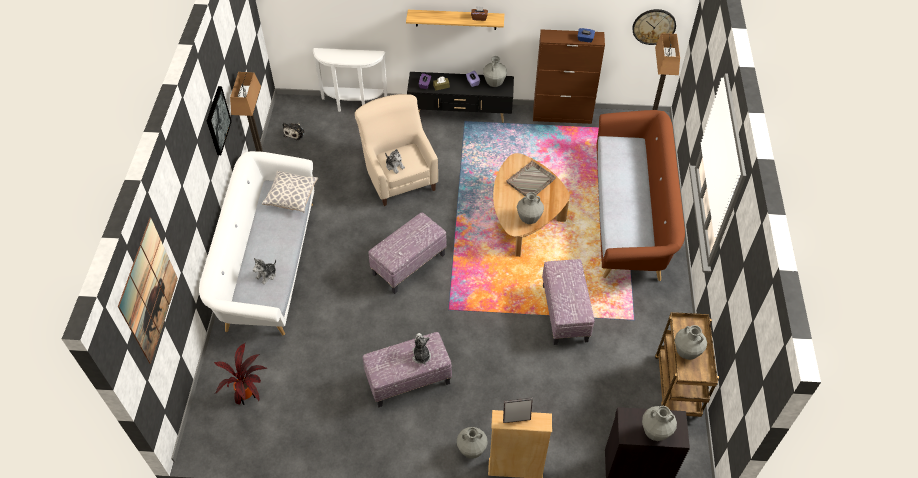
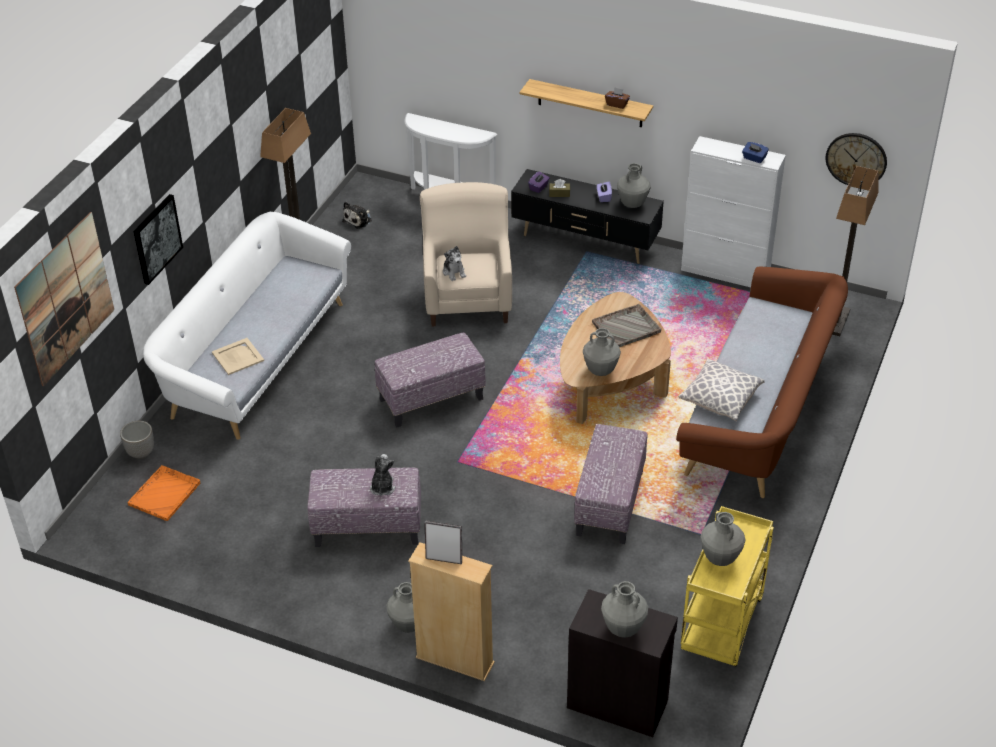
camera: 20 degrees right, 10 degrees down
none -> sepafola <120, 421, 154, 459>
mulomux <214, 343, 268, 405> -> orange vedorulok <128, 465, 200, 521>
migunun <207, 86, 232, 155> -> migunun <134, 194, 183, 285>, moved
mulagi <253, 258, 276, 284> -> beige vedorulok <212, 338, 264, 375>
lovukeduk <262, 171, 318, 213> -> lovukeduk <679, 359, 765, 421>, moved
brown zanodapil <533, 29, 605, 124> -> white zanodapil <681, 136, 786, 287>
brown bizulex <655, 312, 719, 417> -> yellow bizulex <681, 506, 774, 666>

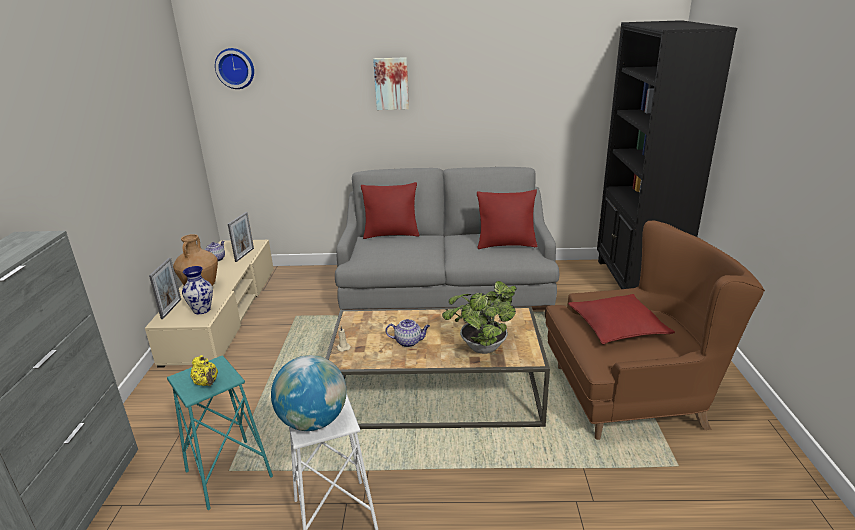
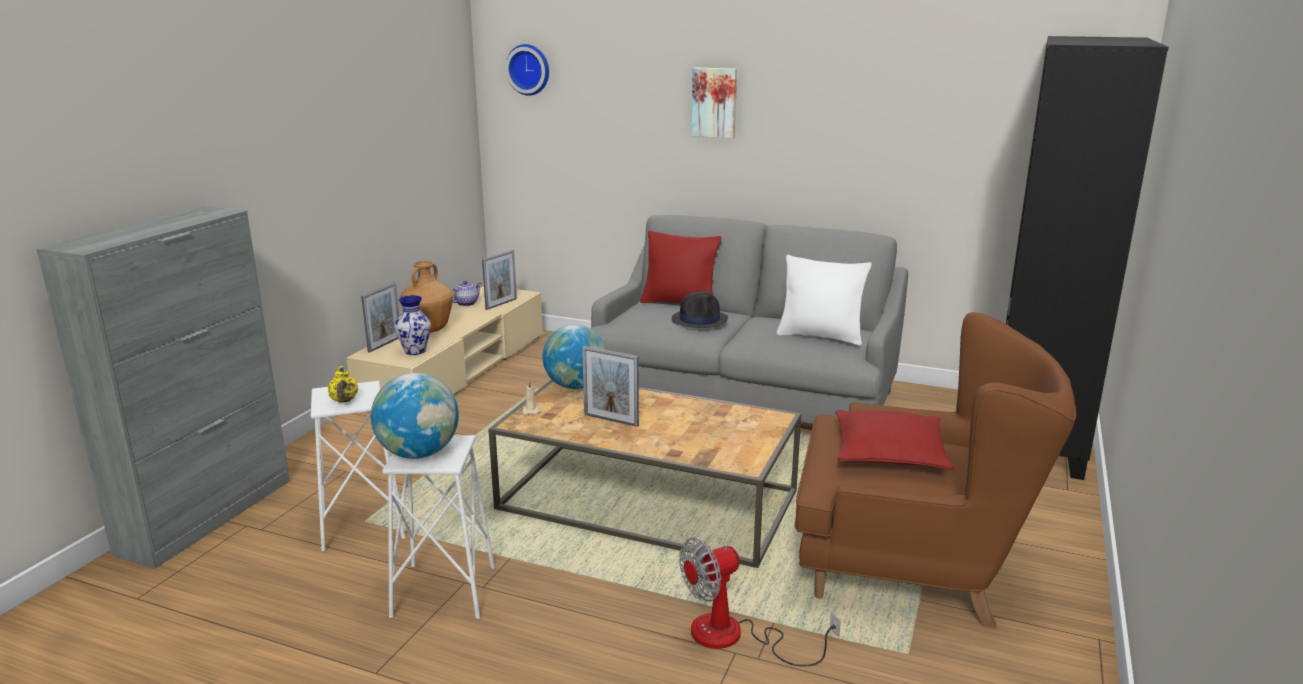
camera: 20 degrees right, 5 degrees down
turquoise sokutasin <167, 355, 273, 510> -> white sokutasin <311, 381, 405, 551>
none -> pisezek <543, 325, 606, 389>
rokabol <385, 319, 430, 347> -> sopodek <582, 346, 639, 427>
none -> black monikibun <672, 291, 728, 328>
none -> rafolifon <679, 537, 841, 667>
red lovukeduk <477, 190, 538, 249> -> white lovukeduk <776, 255, 872, 346>
mulomux <442, 281, 517, 354> -> none

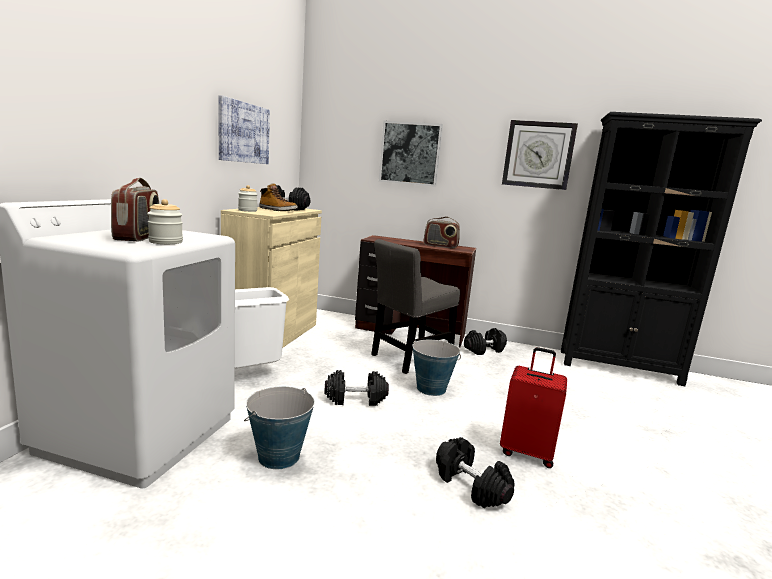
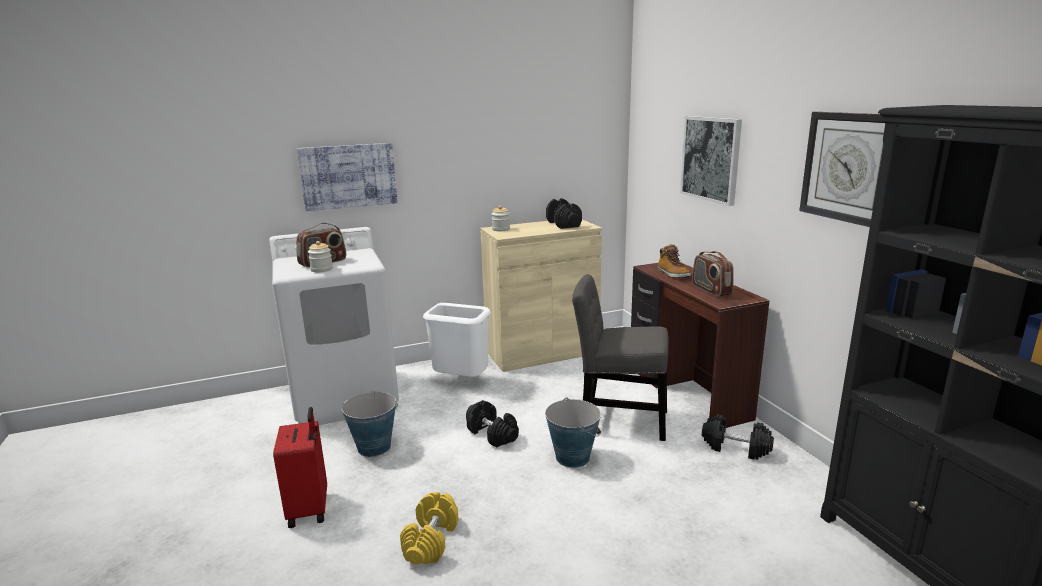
camera: 55 degrees right, 5 degrees up
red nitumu <500, 347, 567, 468> -> red nitumu <273, 407, 327, 528>, moved
migunun <218, 95, 270, 164> -> migunun <297, 143, 398, 211>, moved
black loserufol <436, 437, 515, 508> -> yellow loserufol <400, 492, 458, 564>
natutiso <259, 183, 298, 211> -> natutiso <658, 244, 691, 278>, moved

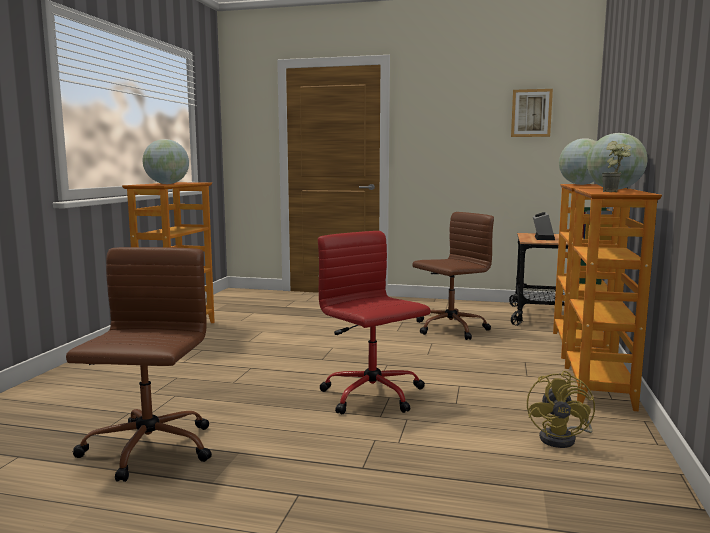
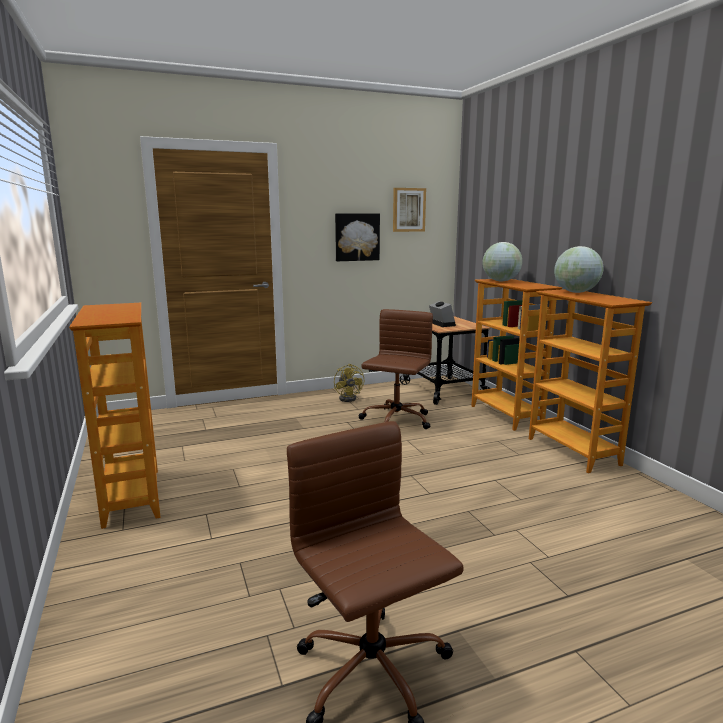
camera: 35 degrees left, 5 degrees up
yellow rafolifon <527, 371, 595, 448> -> yellow rafolifon <334, 364, 364, 402>, moved
none -> migunun <335, 213, 380, 261>
pisezek <143, 139, 189, 184> -> none
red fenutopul <318, 231, 431, 414> -> none
mulomux <602, 141, 631, 192> -> none

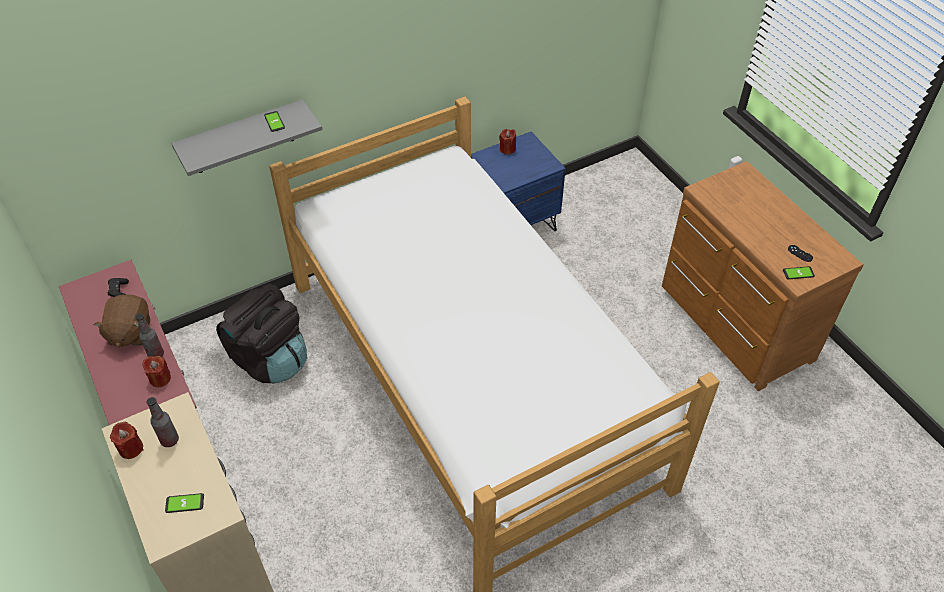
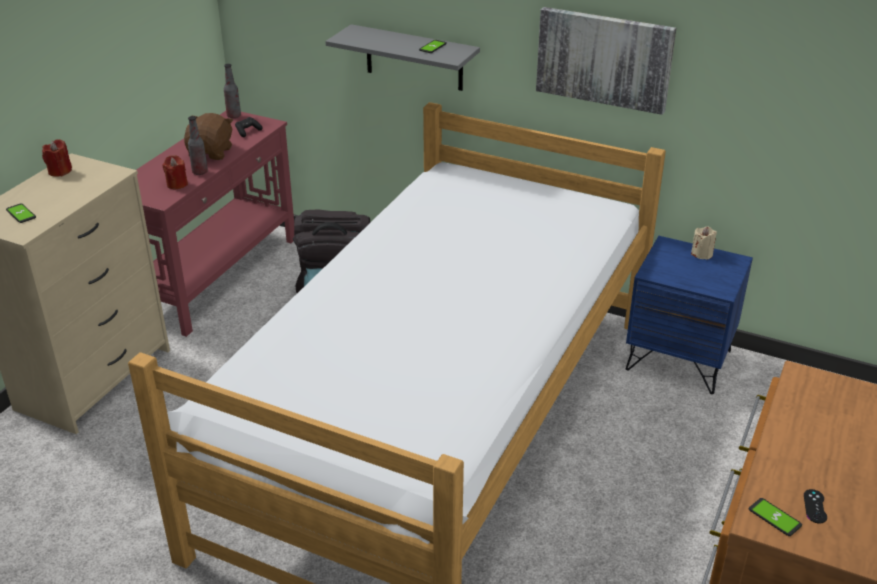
camera: 55 degrees right, 15 degrees down
brown mulagi <94, 294, 150, 348> -> brown mulagi <184, 113, 233, 160>, 135 degrees clockwise
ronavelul <147, 397, 179, 447> -> ronavelul <224, 64, 241, 118>, moved
none -> migunun <536, 7, 676, 115>
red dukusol <499, 129, 516, 155> -> beige dukusol <691, 226, 717, 260>

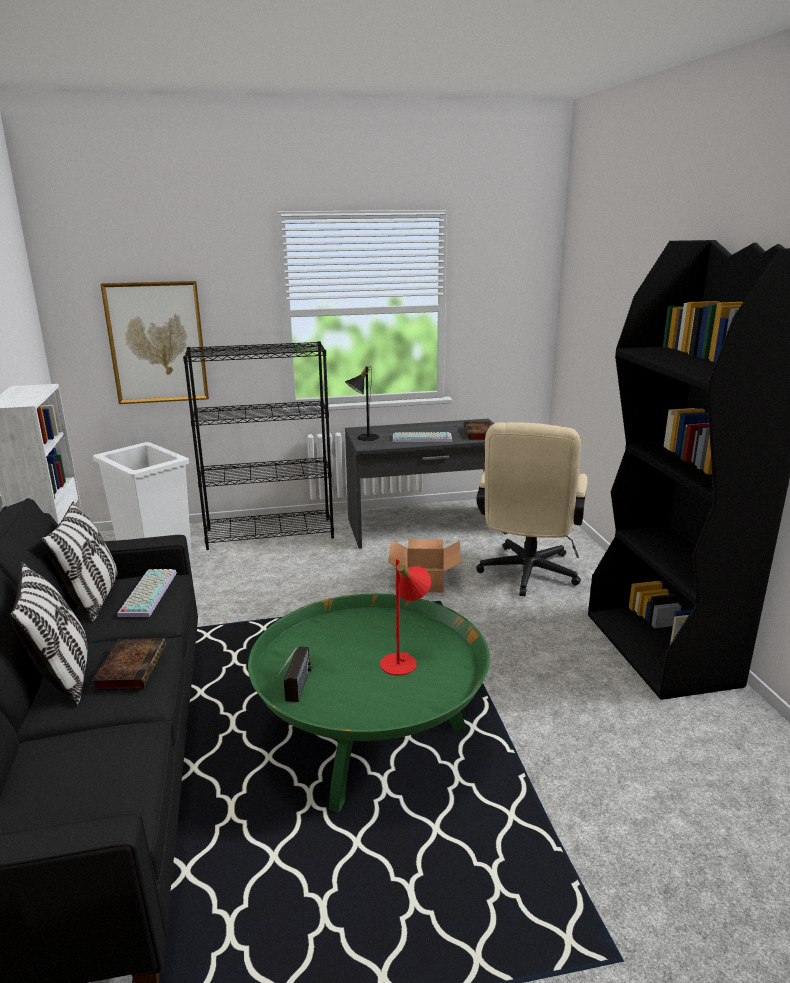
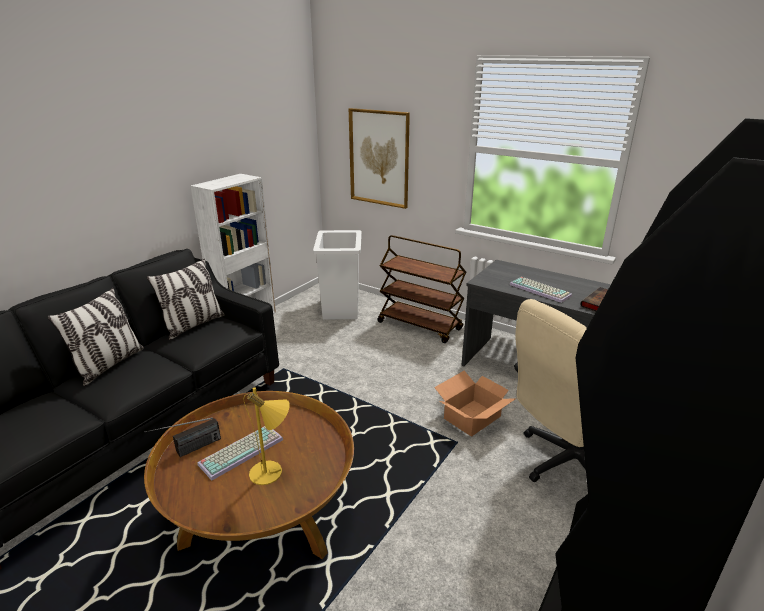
camera: 45 degrees right, 5 degrees up
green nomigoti <248, 594, 490, 813> -> brown nomigoti <144, 391, 354, 559>
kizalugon <117, 569, 177, 617> -> kizalugon <198, 426, 283, 480>, moved
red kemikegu <380, 559, 431, 676> -> yellow kemikegu <244, 387, 290, 485>
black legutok <183, 341, 334, 550> -> brown bizulex <377, 235, 466, 343>
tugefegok <92, 638, 166, 690> -> none
black kemikegu <345, 366, 379, 441> -> none

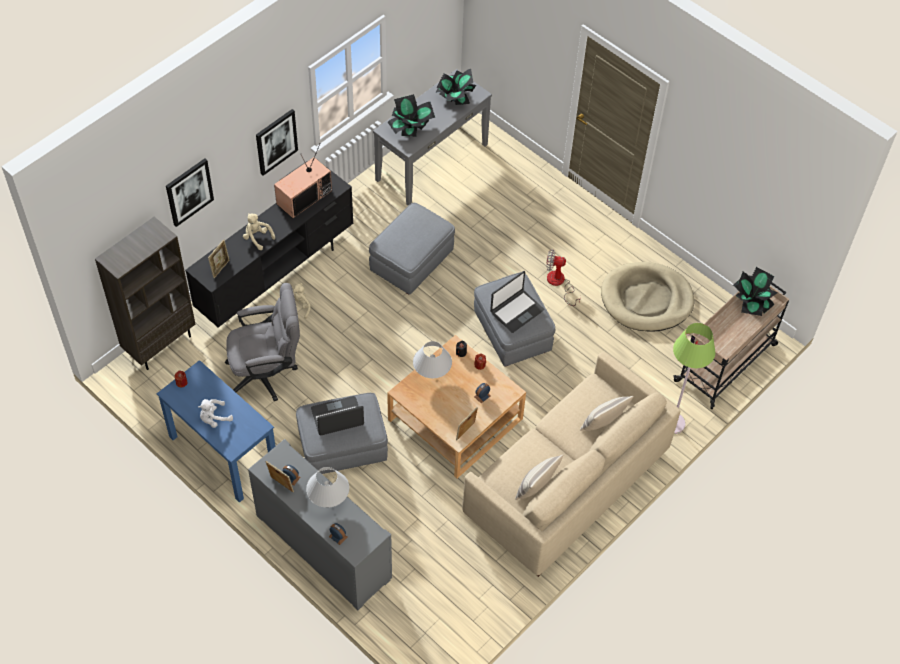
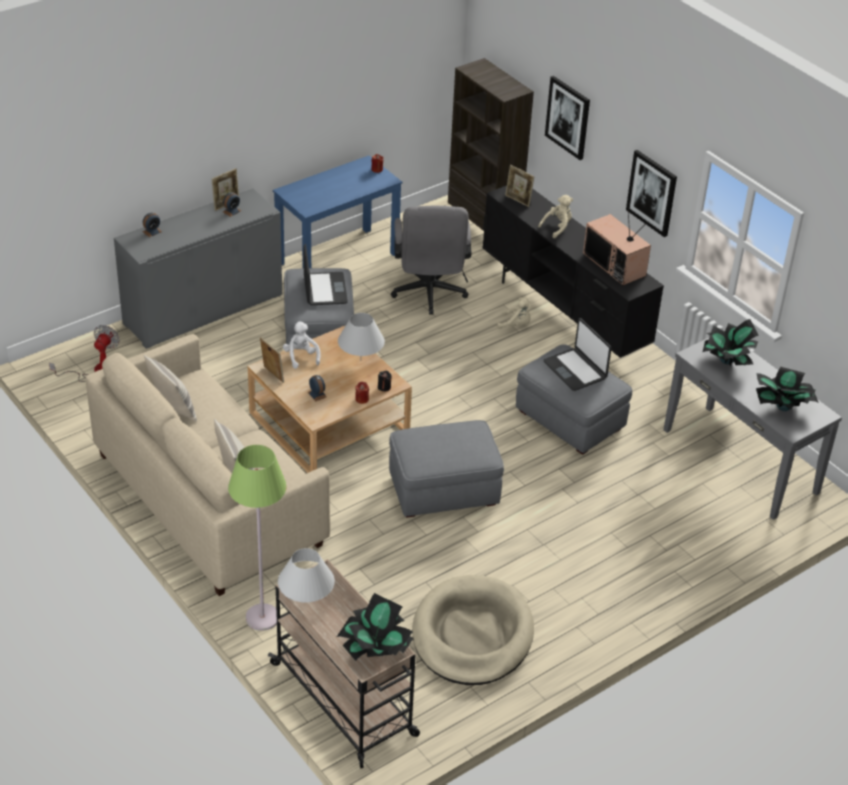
camera: 100 degrees right, 15 degrees down
rafolifon <546, 249, 581, 306> -> rafolifon <49, 325, 120, 382>, moved
white kemikegu <306, 467, 349, 508> -> white kemikegu <278, 548, 335, 603>, moved
white mulagi <198, 399, 233, 428> -> white mulagi <283, 321, 320, 369>, moved
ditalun <490, 271, 544, 333> -> ditalun <544, 318, 612, 391>, moved

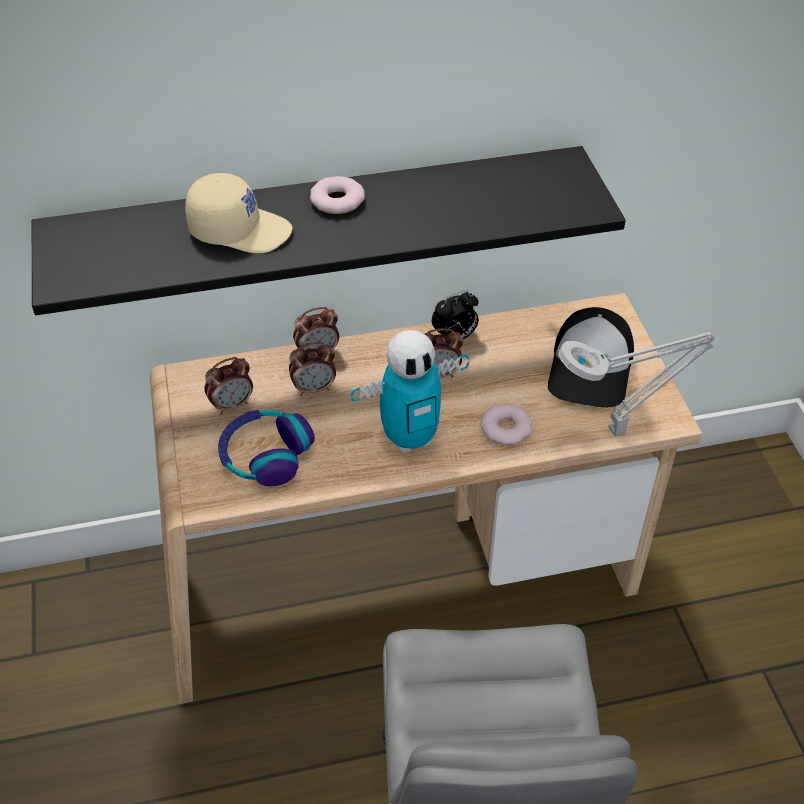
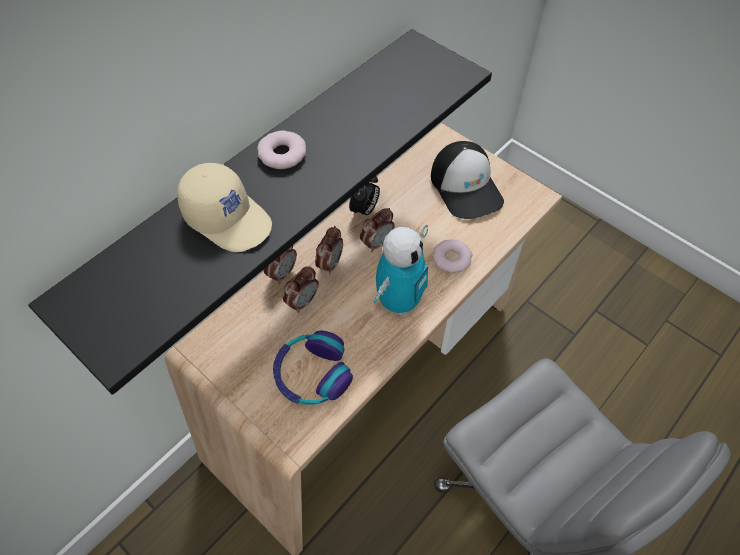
camera: 35 degrees left, 10 degrees up
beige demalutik <185, 173, 292, 253> -> beige demalutik <177, 163, 272, 252>, 60 degrees clockwise
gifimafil <204, 357, 253, 415> -> gifimafil <315, 226, 343, 275>, moved
grey kemikegu <558, 331, 715, 437> -> none

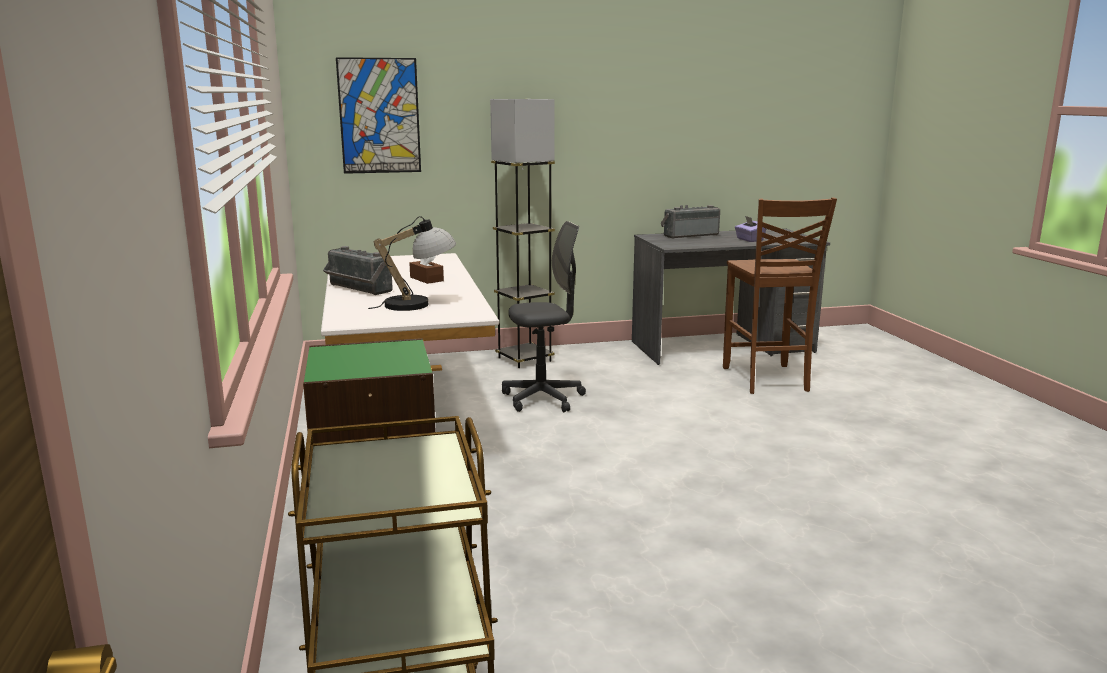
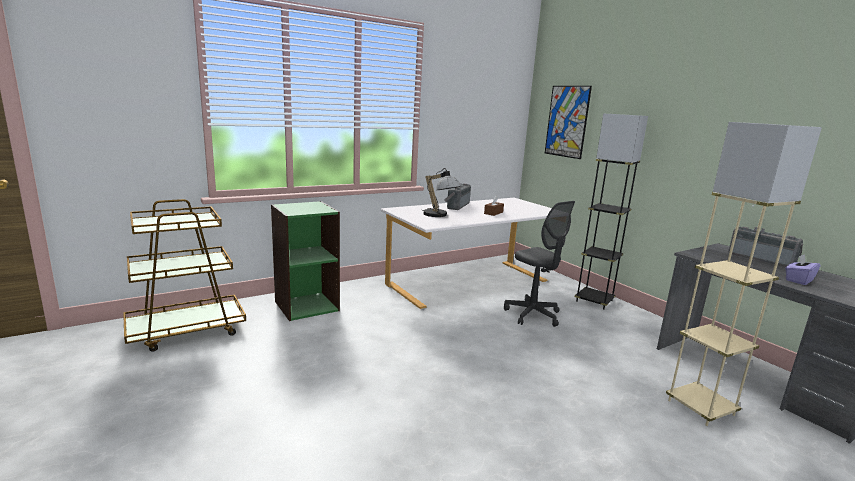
camera: 70 degrees right, 0 degrees up
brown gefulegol <723, 197, 837, 394> -> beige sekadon <666, 122, 822, 426>

